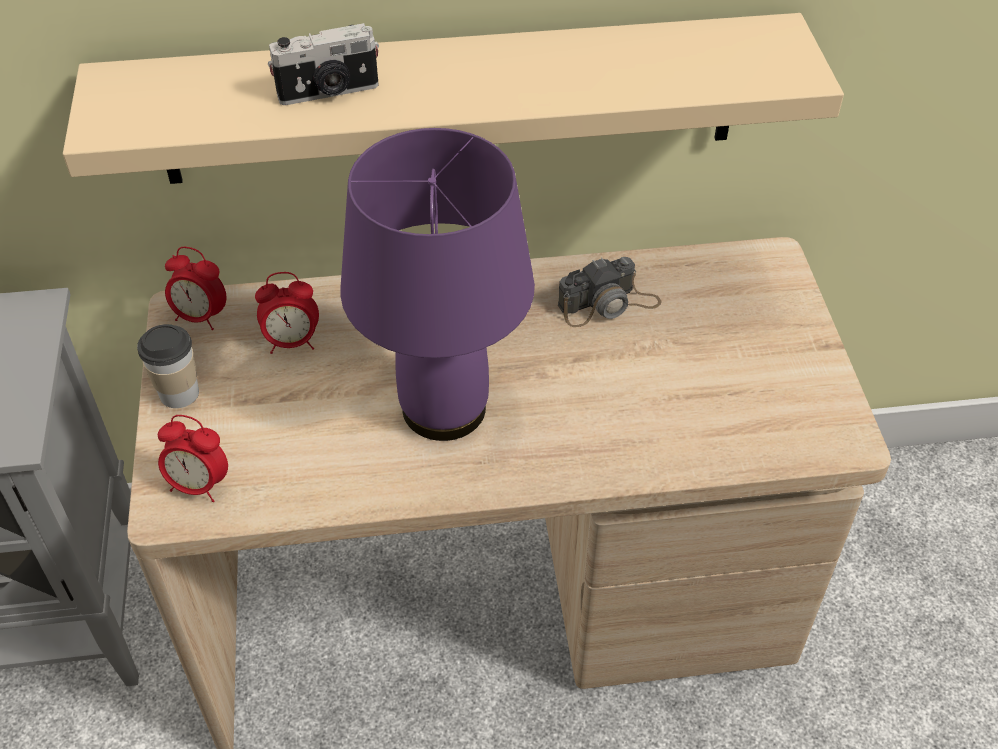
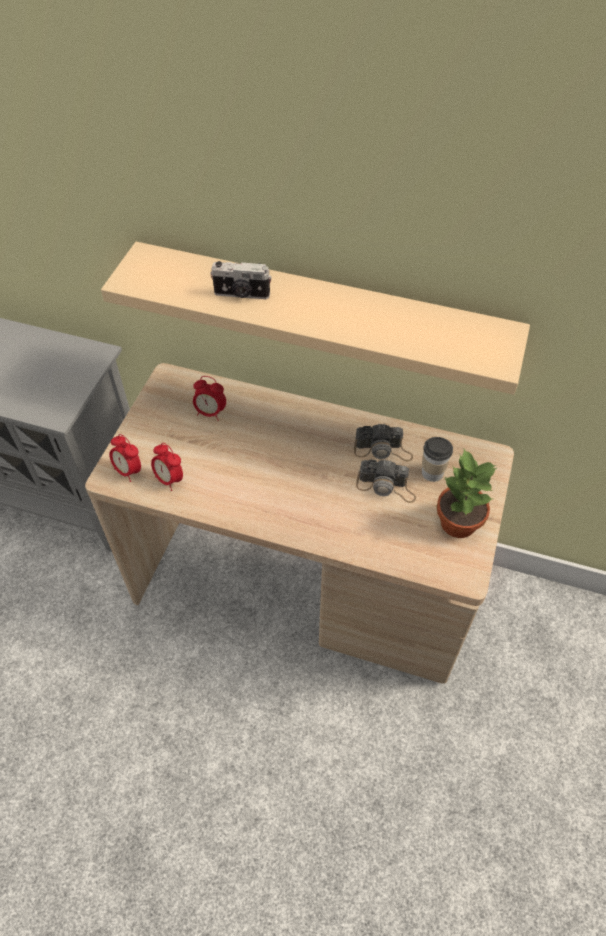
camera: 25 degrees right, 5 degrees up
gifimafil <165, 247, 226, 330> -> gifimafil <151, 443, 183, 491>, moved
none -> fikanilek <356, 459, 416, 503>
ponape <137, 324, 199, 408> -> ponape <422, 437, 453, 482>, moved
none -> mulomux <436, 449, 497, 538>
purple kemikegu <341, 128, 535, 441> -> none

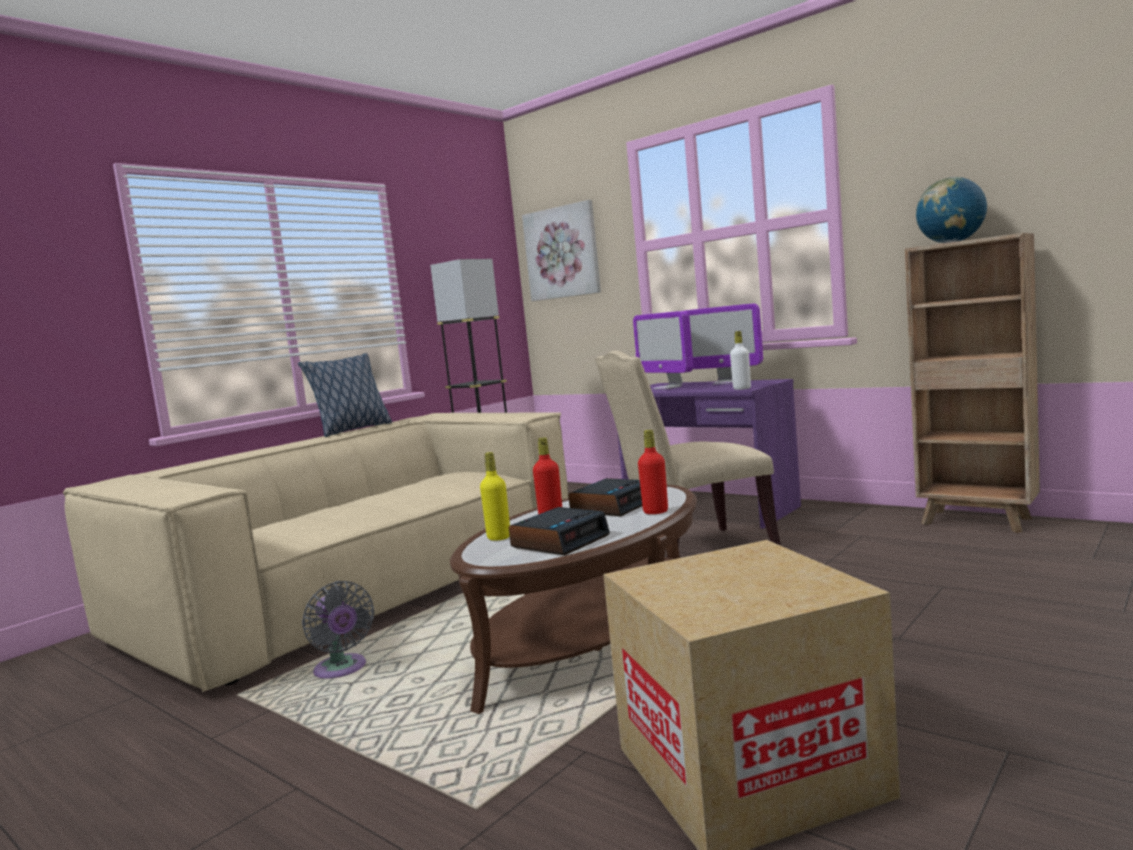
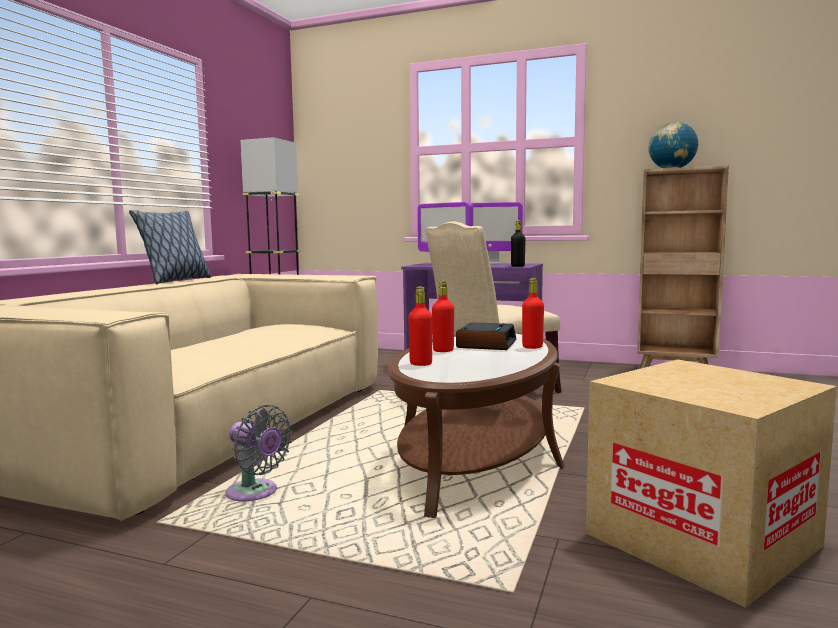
camera: 20 degrees left, 0 degrees up
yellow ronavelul <480, 452, 510, 541> -> red ronavelul <408, 287, 432, 366>
white ronavelul <730, 331, 751, 390> -> black ronavelul <511, 220, 526, 267>
gifimafil <509, 507, 610, 555> -> none
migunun <522, 200, 601, 301> -> none

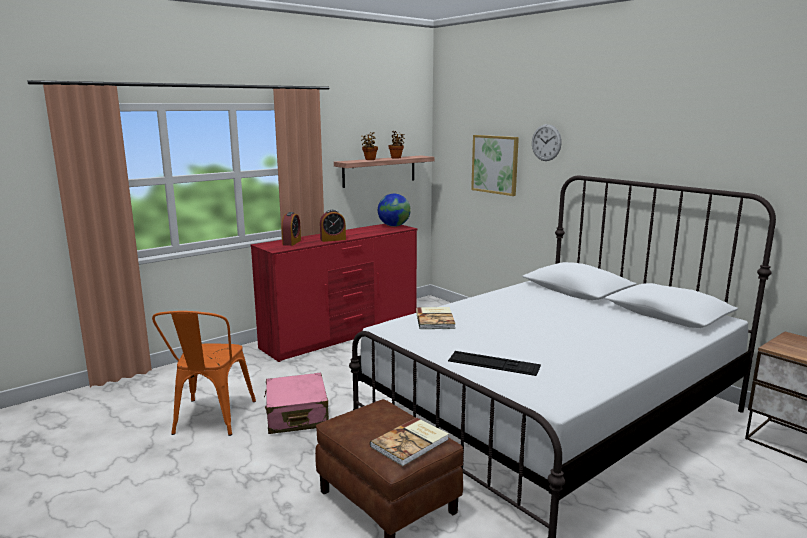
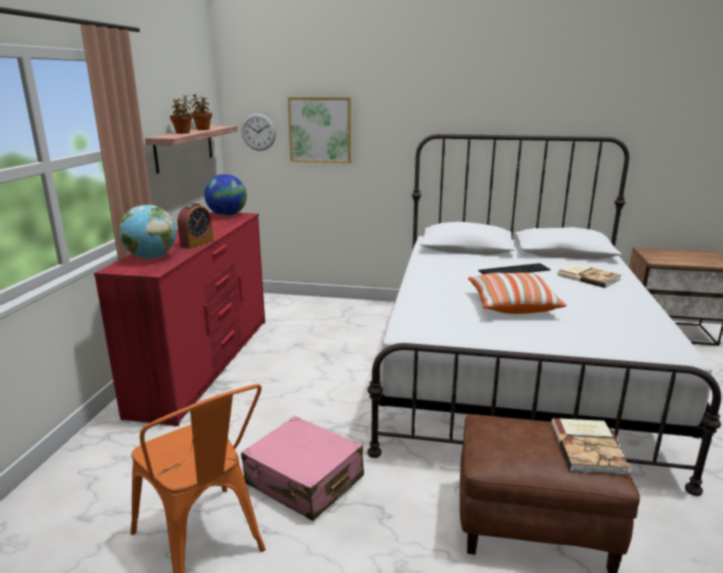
camera: 40 degrees left, 5 degrees up
gifimafil <282, 212, 301, 246> -> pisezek <119, 205, 176, 259>
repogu <532, 124, 562, 161> -> repogu <241, 113, 276, 151>, moved
none -> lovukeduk <468, 272, 566, 314>
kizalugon <448, 351, 541, 376> -> kizalugon <479, 263, 551, 275>, moved
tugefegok <416, 307, 455, 329> -> tugefegok <557, 264, 621, 288>, moved

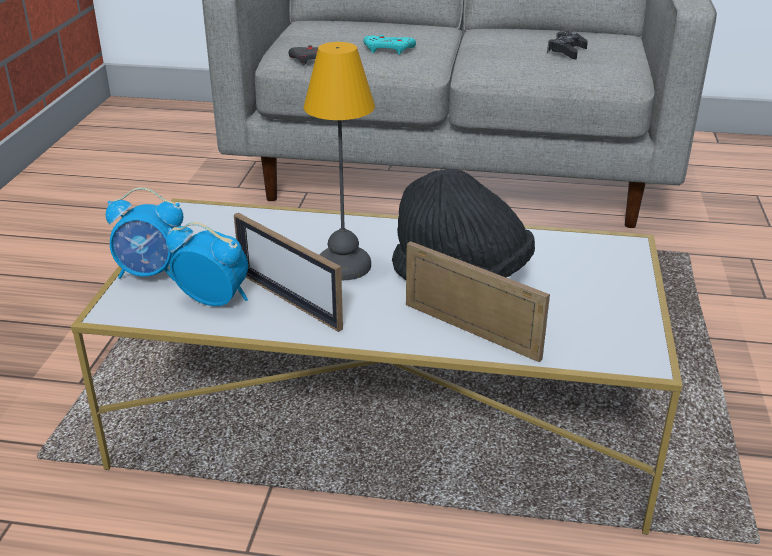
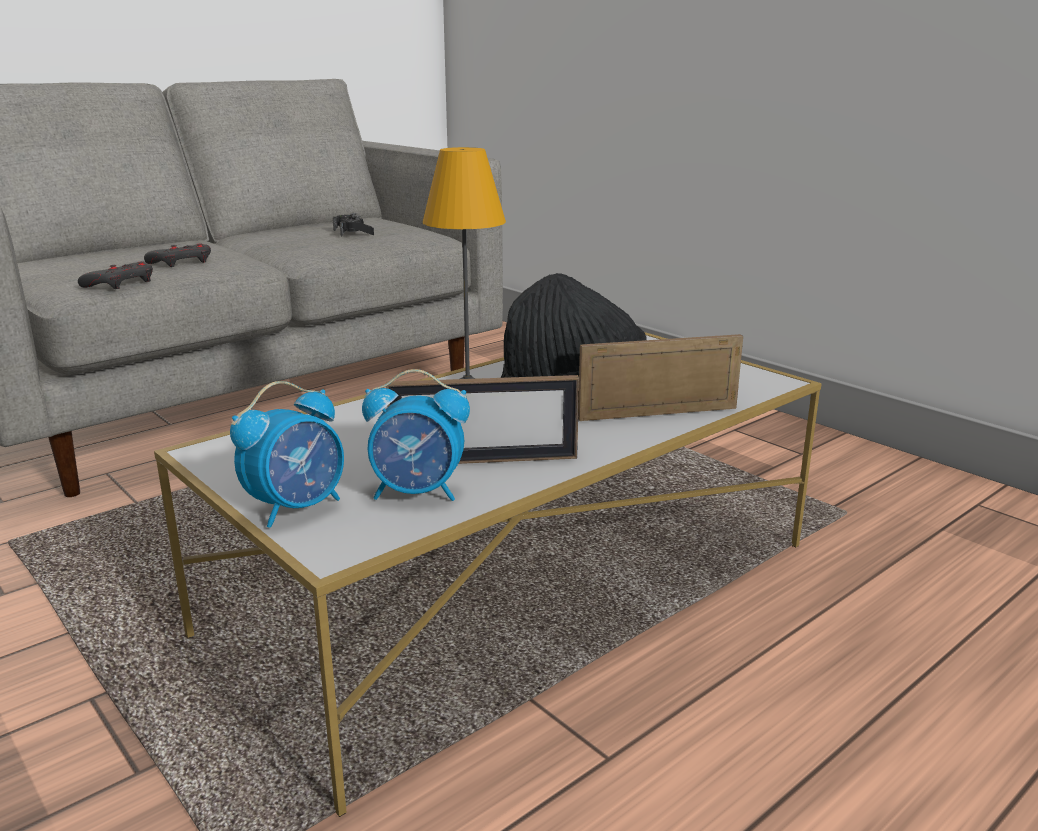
camera: 50 degrees left, 10 degrees down
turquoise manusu <363, 35, 416, 55> -> grey manusu <144, 244, 211, 267>
gifimafil <166, 222, 248, 306> -> gifimafil <362, 369, 470, 501>, 150 degrees counterclockwise

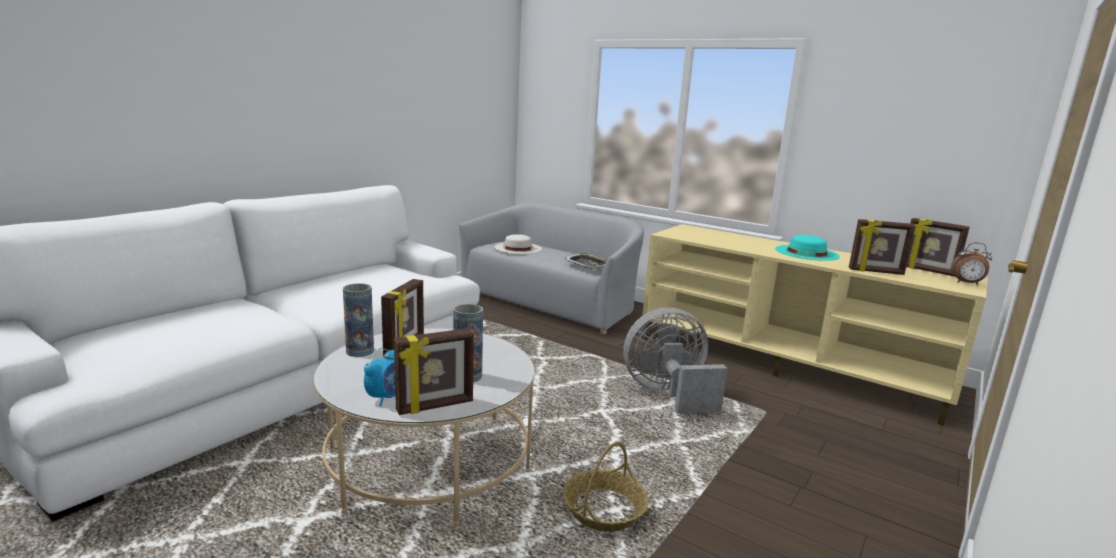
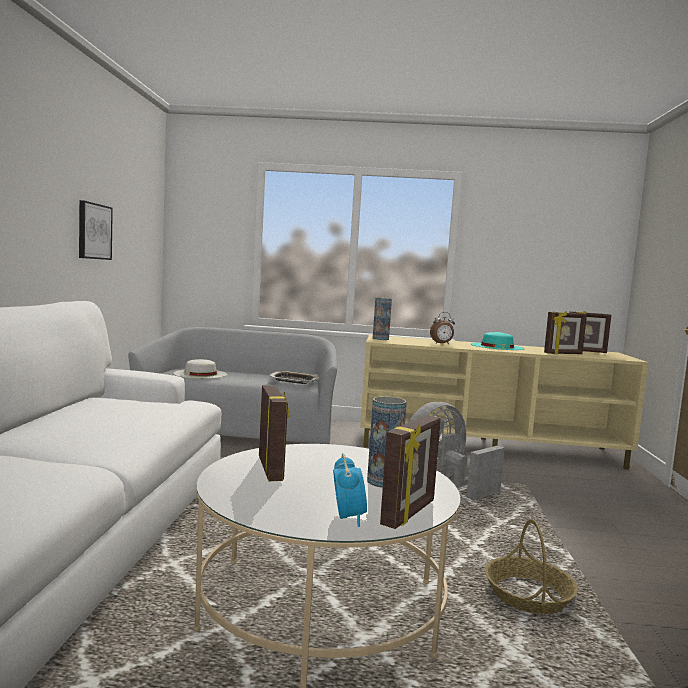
camera: 30 degrees left, 10 degrees down
none -> migunun <79, 200, 113, 260>
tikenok <343, 283, 374, 357> -> tikenok <373, 298, 392, 340>, moved
gifimafil <951, 242, 992, 285> -> gifimafil <430, 312, 455, 344>, moved

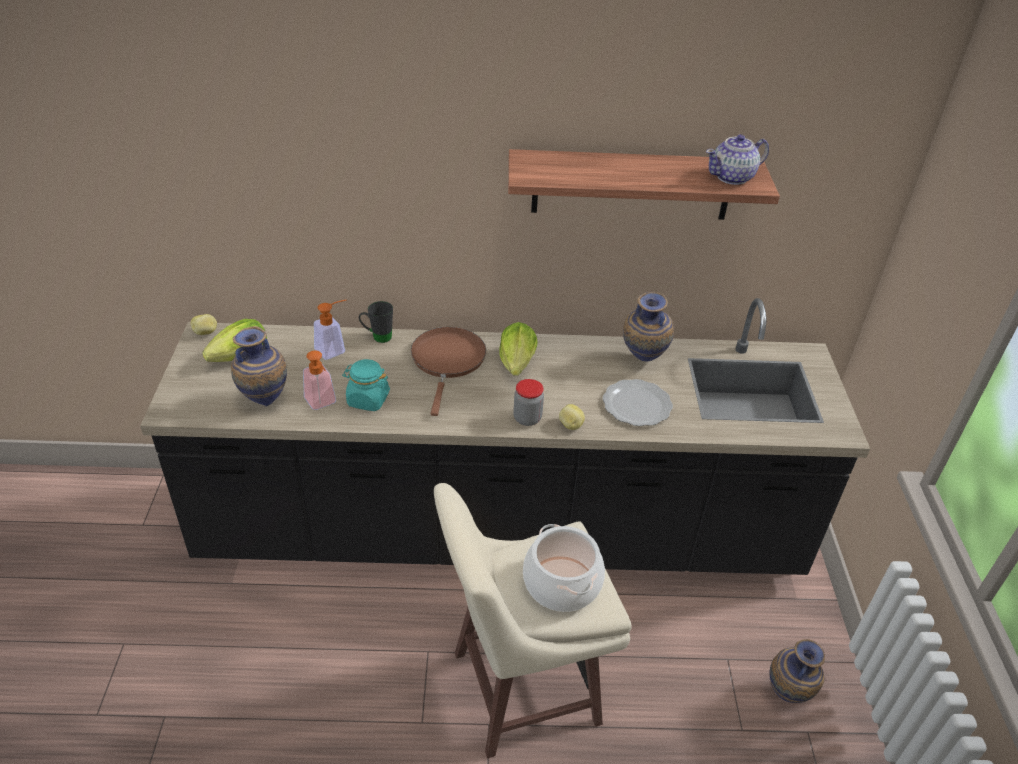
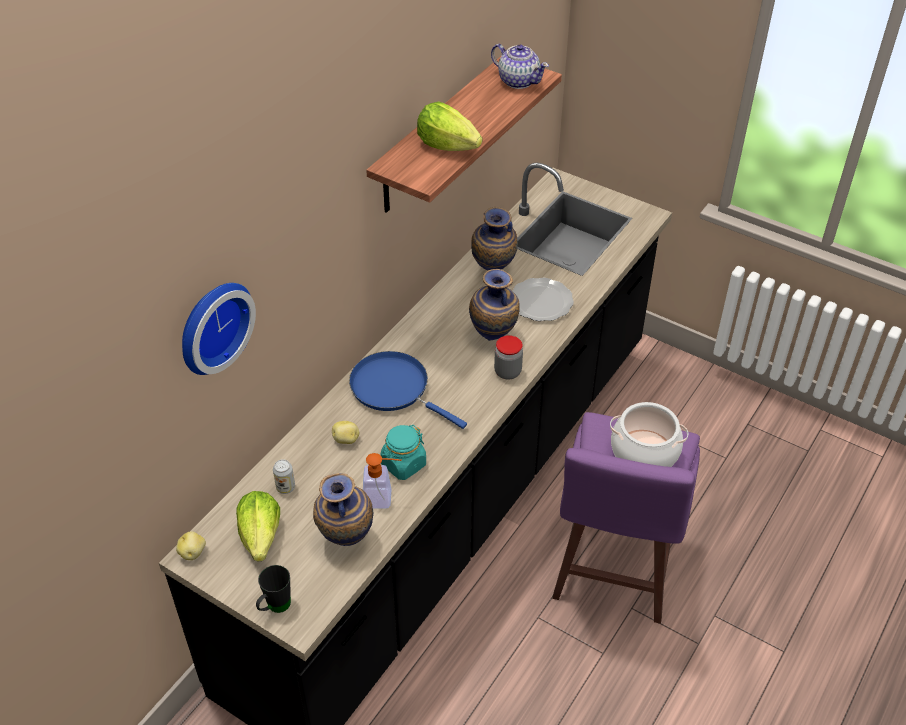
camera: 55 degrees left, 5 degrees up
none -> repogu <182, 283, 256, 375>
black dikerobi <359, 301, 393, 343> -> black dikerobi <256, 565, 291, 613>, moved
none -> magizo <273, 459, 295, 494>
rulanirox <559, 404, 585, 430> -> rulanirox <332, 421, 359, 444>, moved
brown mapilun <411, 327, 486, 416> -> blue mapilun <349, 351, 467, 429>
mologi <499, 322, 537, 376> -> mologi <417, 101, 482, 151>, moved
tikenok <769, 639, 825, 703> -> tikenok <469, 269, 520, 341>, moved
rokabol <706, 134, 769, 185> -> rokabol <491, 44, 549, 89>, 60 degrees counterclockwise
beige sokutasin <434, 483, 632, 758> -> purple sokutasin <552, 412, 700, 624>
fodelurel <314, 300, 346, 360> -> none

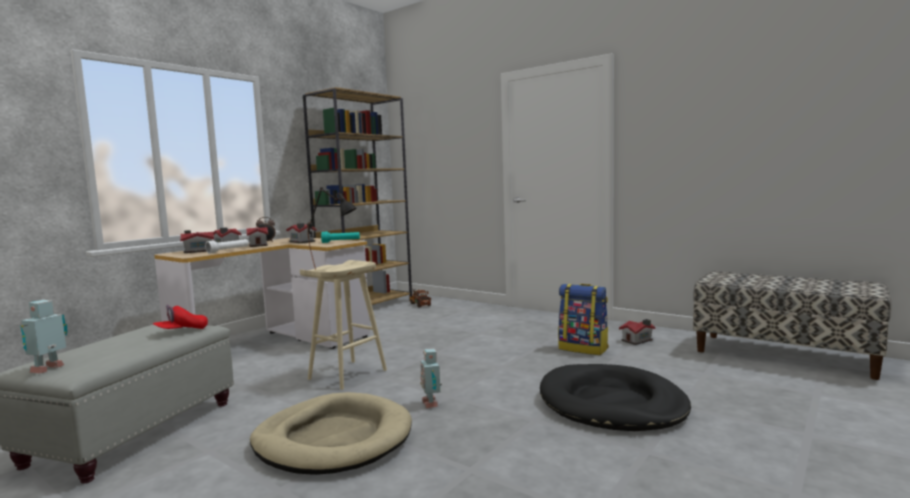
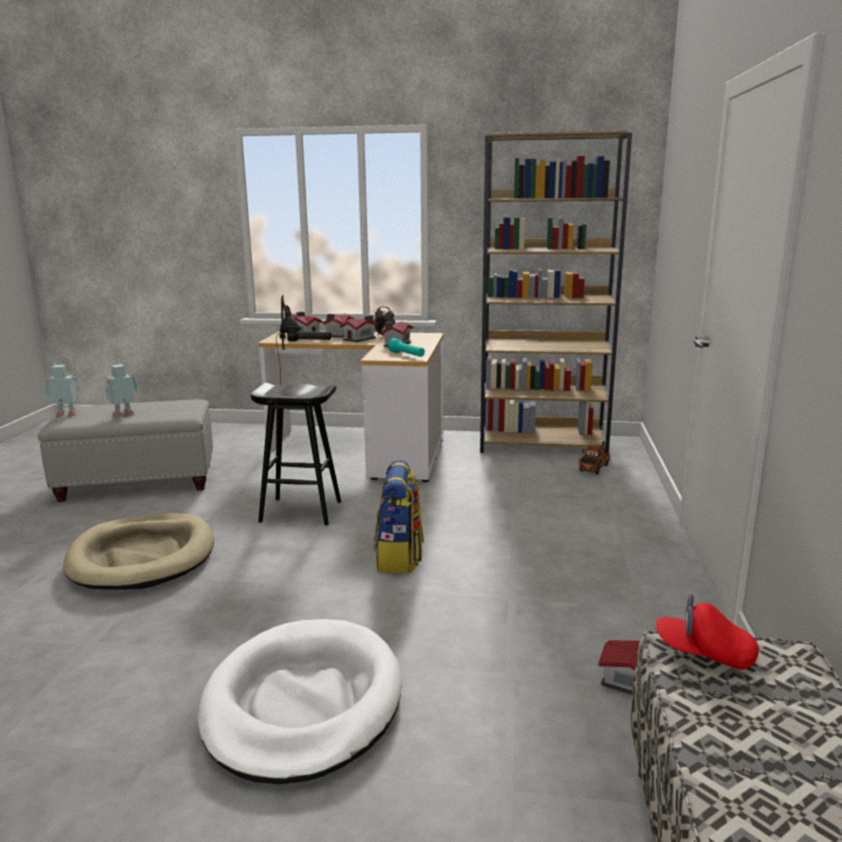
camera: 60 degrees right, 10 degrees up
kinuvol <420, 349, 442, 408> -> kinuvol <105, 364, 137, 417>, moved
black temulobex <540, 364, 691, 431> -> white temulobex <198, 619, 402, 784>
beige sokutasin <300, 260, 387, 390> -> black sokutasin <251, 383, 341, 526>
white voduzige <205, 239, 249, 254> -> black voduzige <287, 331, 332, 342>
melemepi <558, 284, 609, 355> -> melemepi <374, 460, 424, 573>, moved
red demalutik <153, 305, 208, 329> -> red demalutik <656, 594, 759, 670>, moved

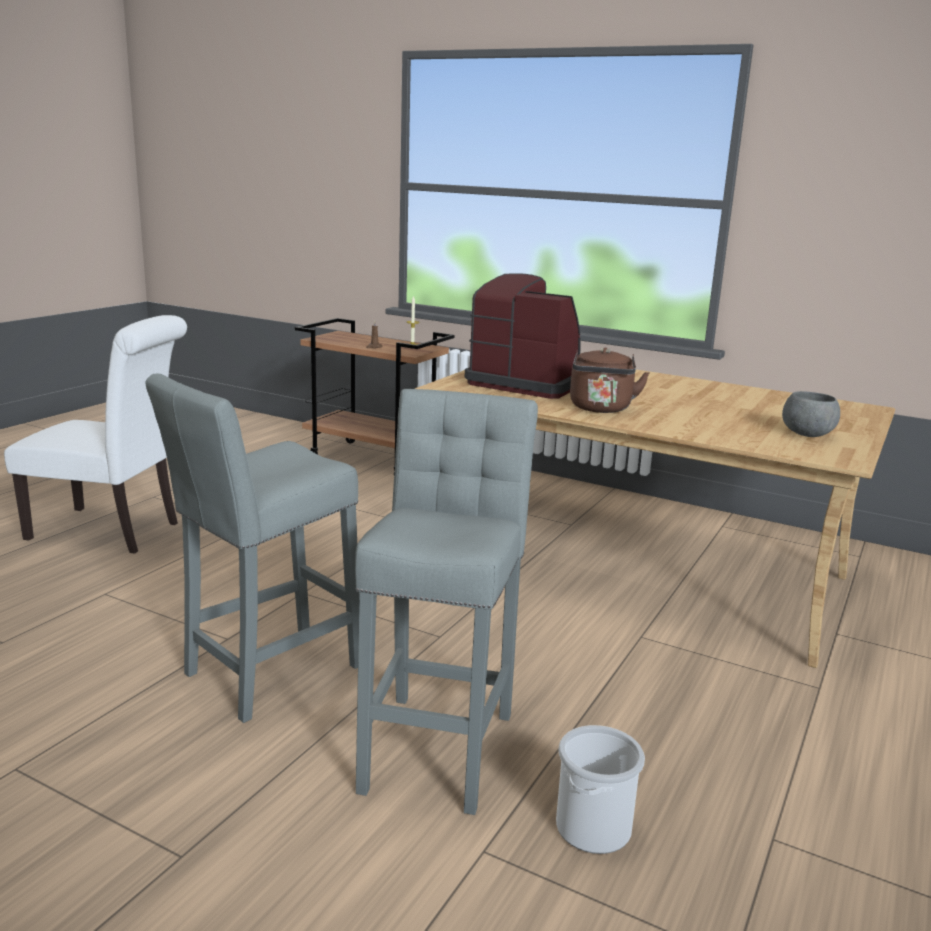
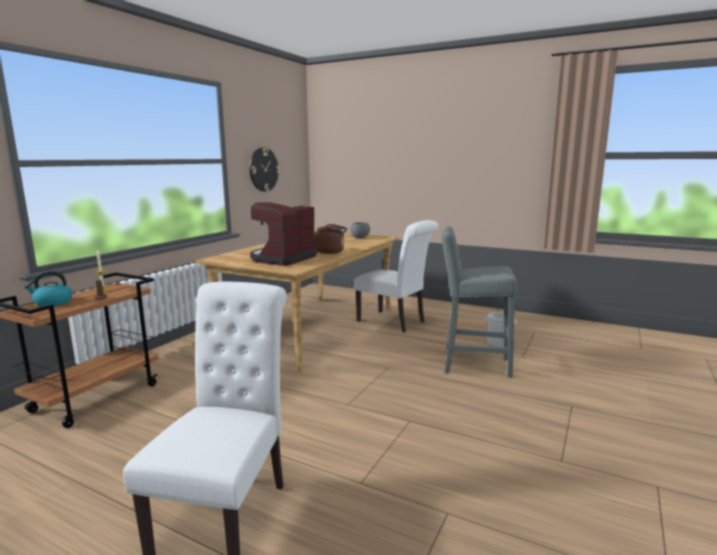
camera: 90 degrees left, 5 degrees down
none -> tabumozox <24, 271, 72, 306>
none -> repogu <249, 147, 280, 192>
none -> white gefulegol <353, 220, 438, 333>
grey sokutasin <146, 374, 359, 723> -> none

